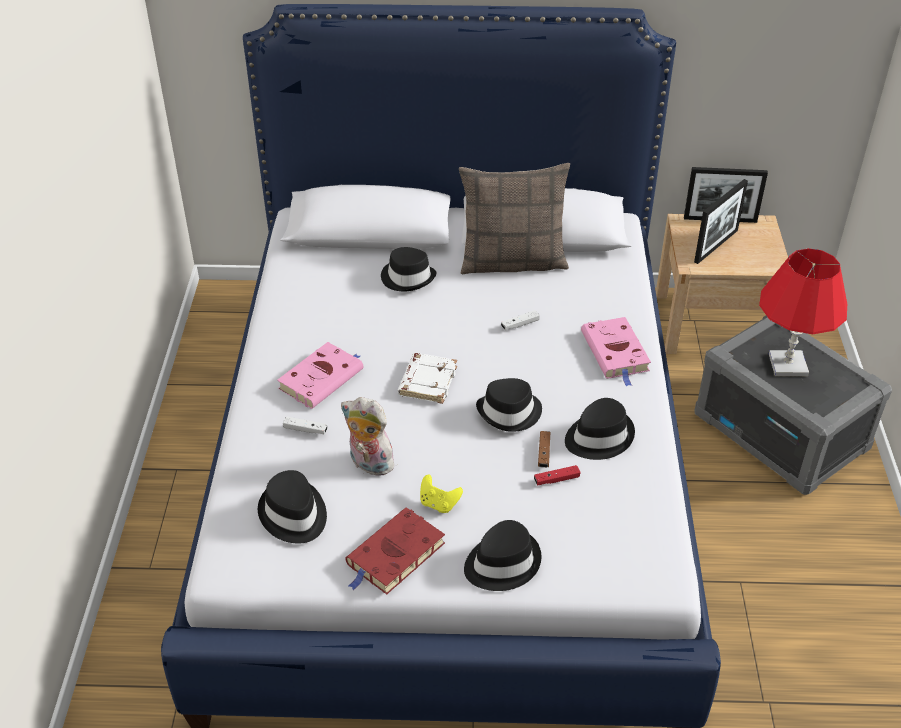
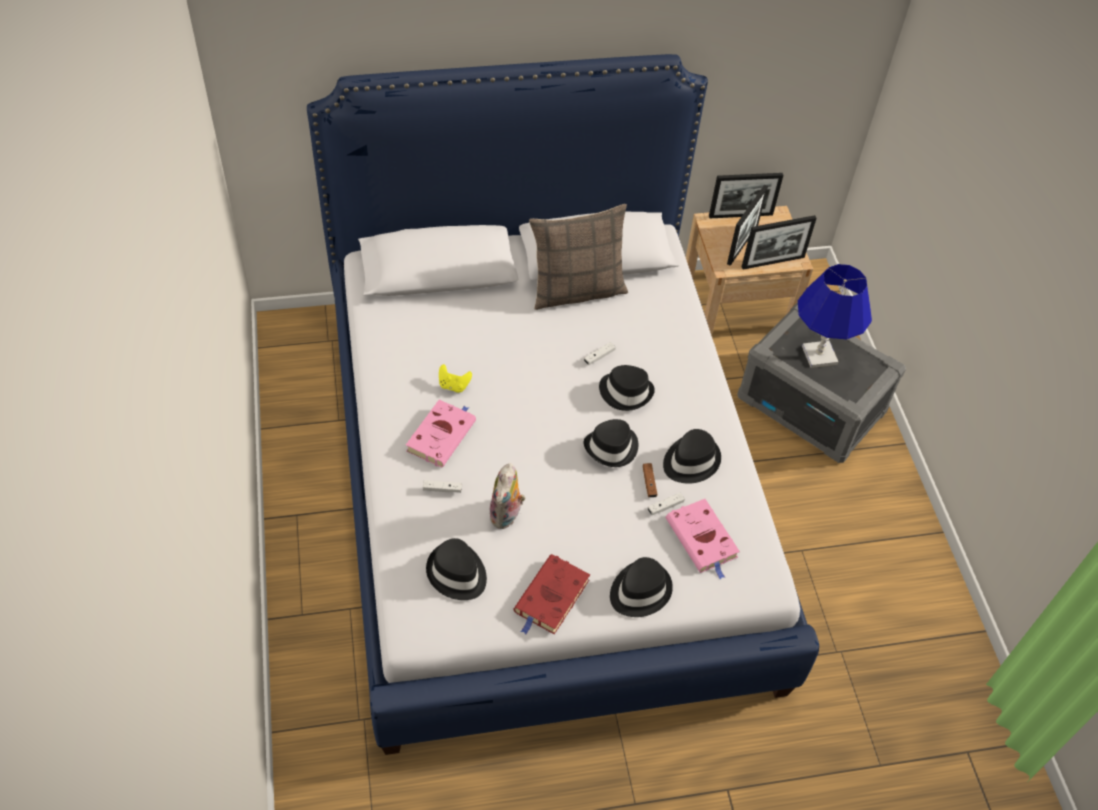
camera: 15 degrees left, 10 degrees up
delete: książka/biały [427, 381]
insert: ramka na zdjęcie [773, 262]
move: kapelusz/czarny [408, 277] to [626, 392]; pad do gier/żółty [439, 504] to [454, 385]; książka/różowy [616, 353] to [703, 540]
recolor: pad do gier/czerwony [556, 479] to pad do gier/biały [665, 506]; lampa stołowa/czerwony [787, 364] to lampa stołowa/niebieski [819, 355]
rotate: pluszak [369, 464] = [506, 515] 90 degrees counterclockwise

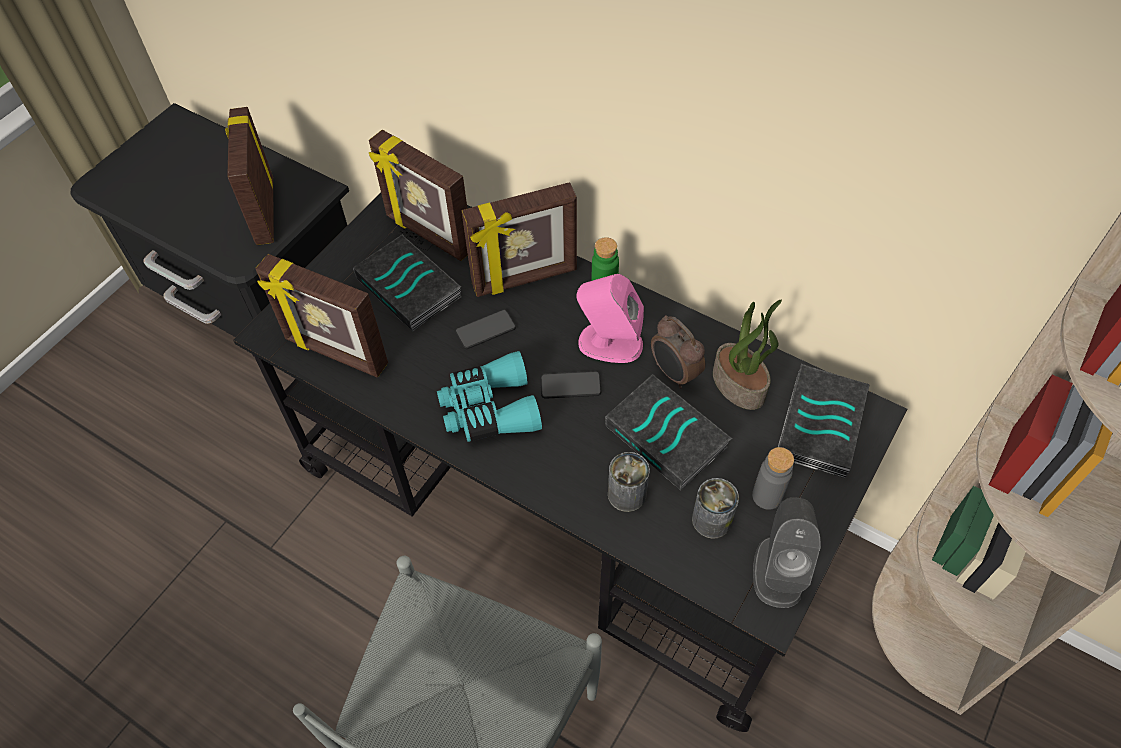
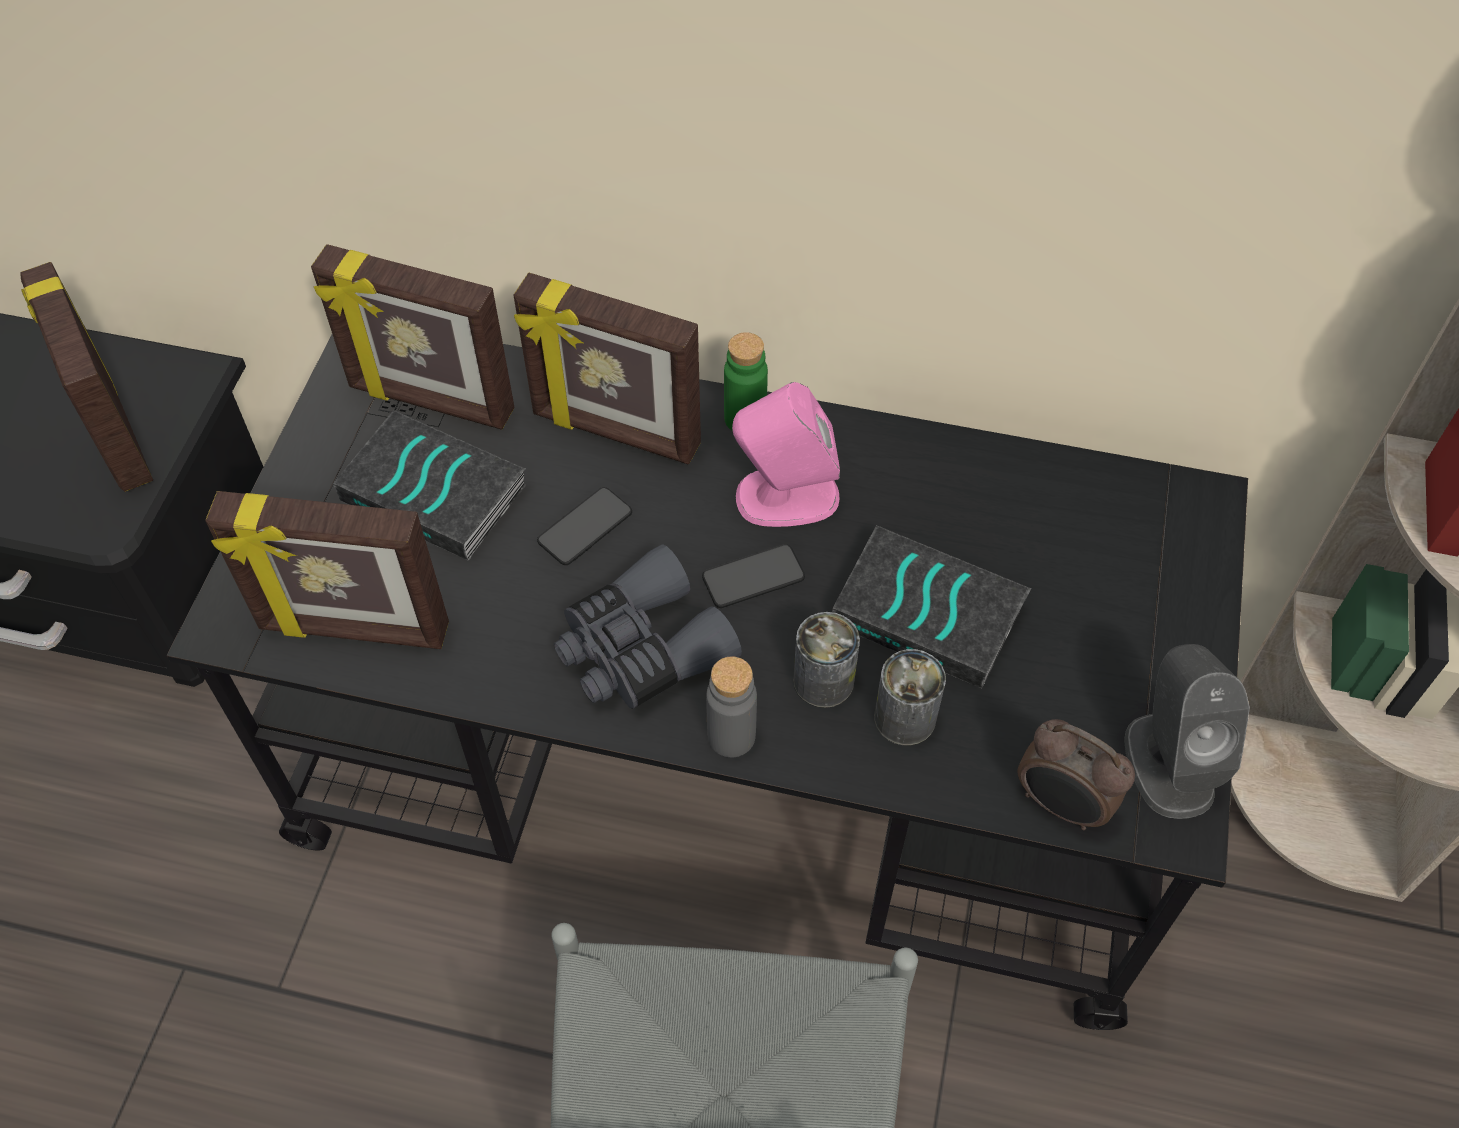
camera: 20 degrees left, 0 degrees up
delete: roślina doniczkowa [740, 385]; książka [818, 424]
move: budzik [674, 373] to [1061, 805]; puszka [711, 520] to [823, 680]; butelka/szary [767, 496] to [731, 736]
recolor: lornetka/turkusowy [489, 409] to lornetka/szary [641, 649]
rotate: ramka na zdjęcie [525, 279] = [615, 432] 60 degrees clockwise

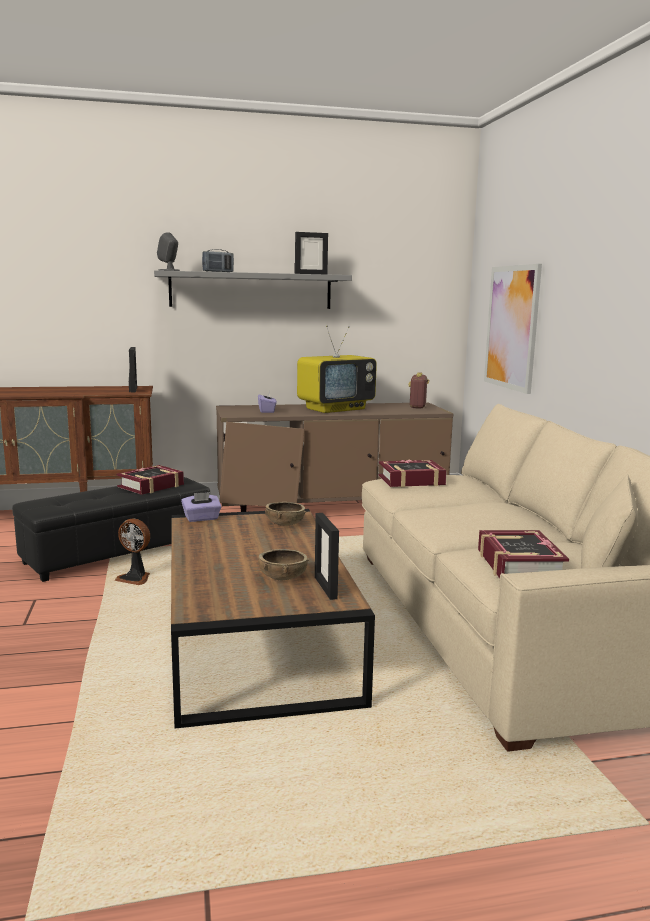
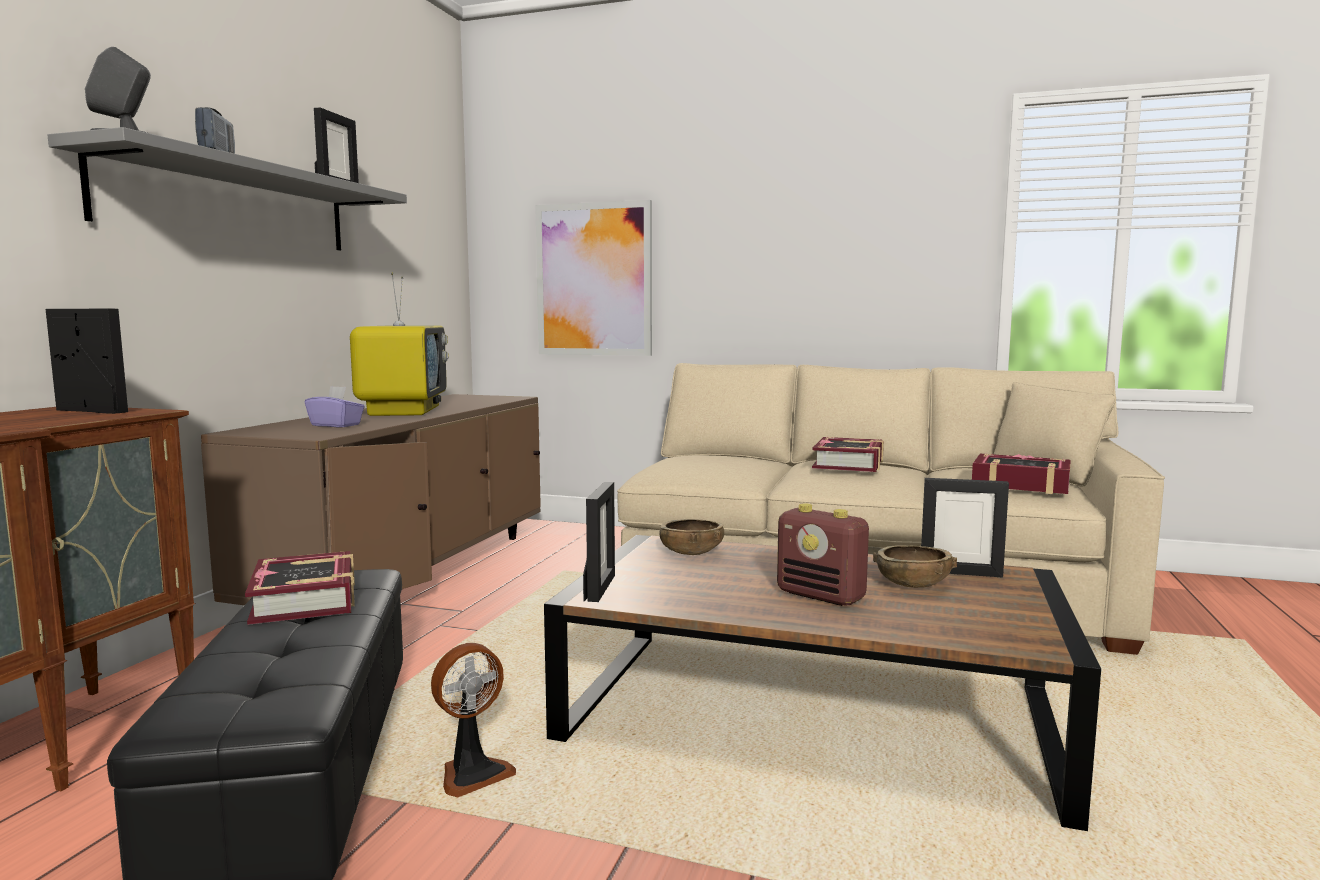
camera: 60 degrees left, 5 degrees down
move: książka [411, 480] to [849, 464]; radio [418, 406] to [821, 596]
replace: pudełko chusteczek/fioletowy [201, 518] to ramka na zdjęcie [599, 588]

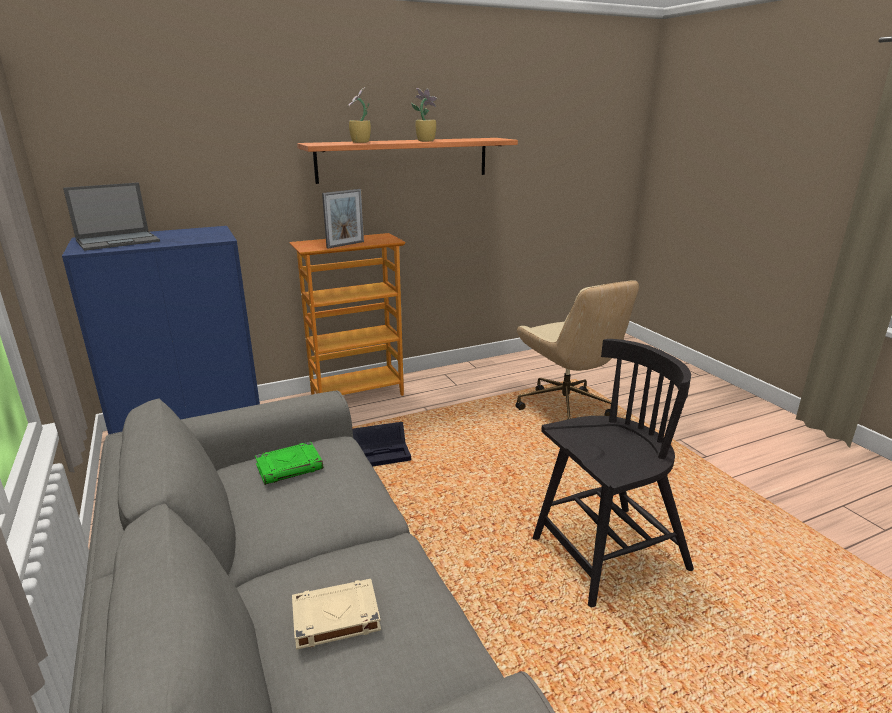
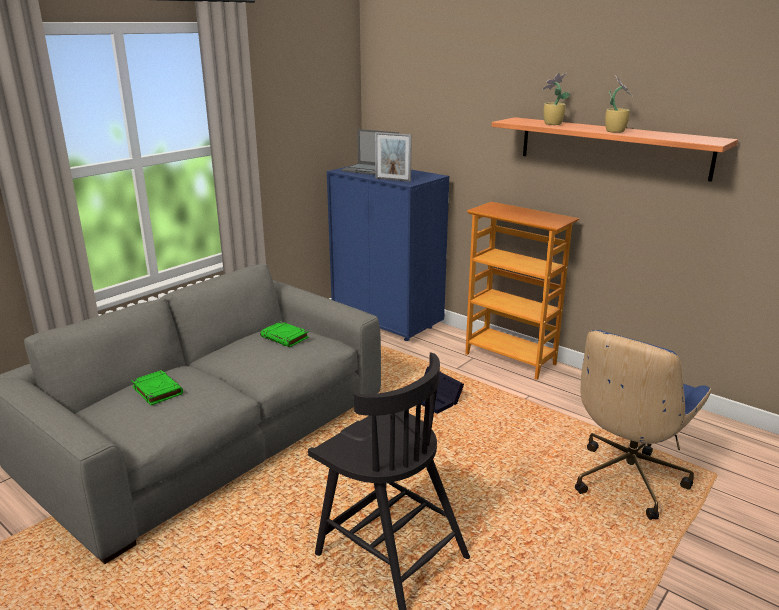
camera: 65 degrees right, 0 degrees up
move: ramka na zdjęcie [345, 245] to [393, 179]
recolor: książka/beżowy [335, 618] to książka/zielony [157, 390]; krzesło biurowe/beżowy [566, 411] to krzesło biurowe/niebieski [625, 482]

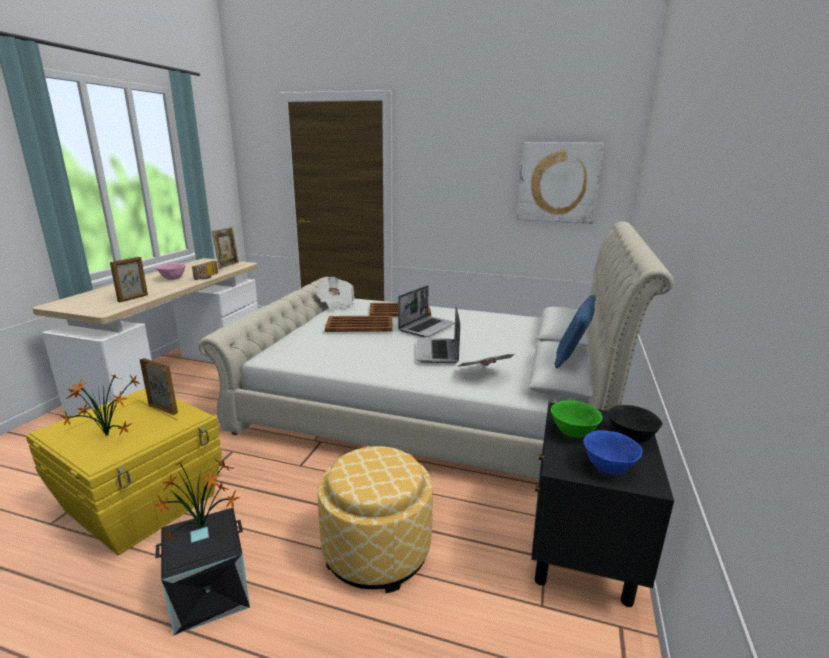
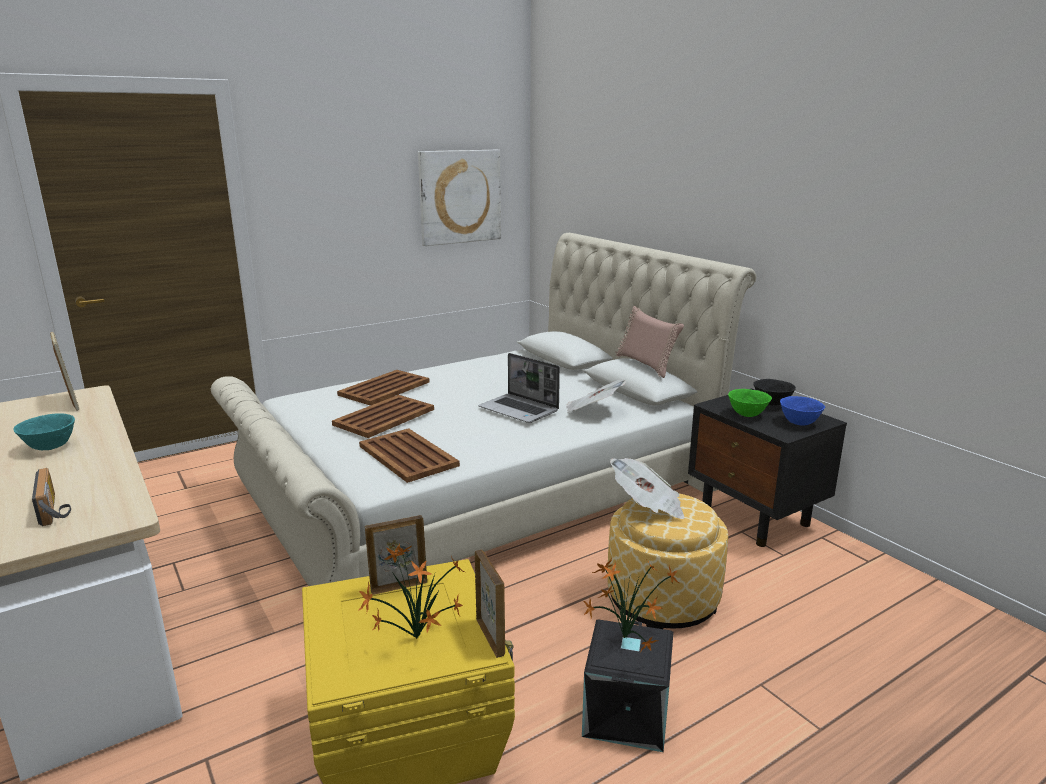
camera: 50 degrees left, 0 degrees up
delete: laptop [426, 327]
insert: taca/brązowy [408, 456]
move: ramka na zdjęcie [133, 298] to [490, 637]; radio [208, 277] to [56, 509]; gazeta [336, 304] to [647, 506]
recolor: miska/różowy [172, 279] to miska/turkusowy [50, 447]; poduszka/niebieski [572, 354] to poduszka/beżowy [646, 365]

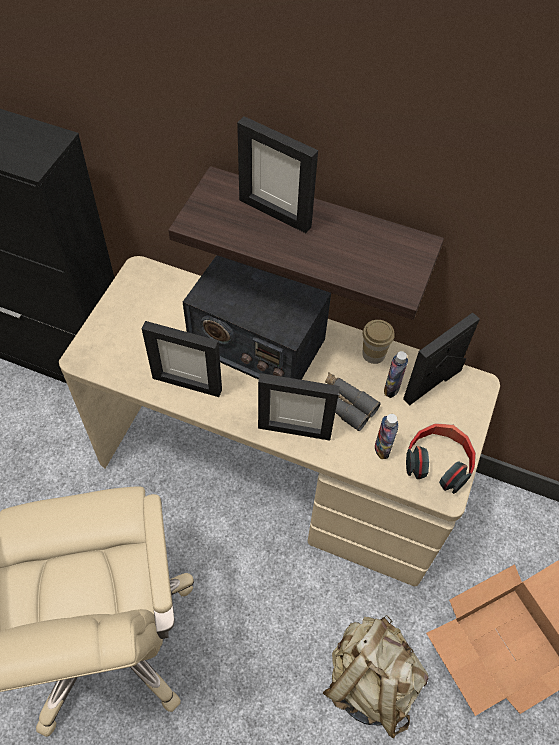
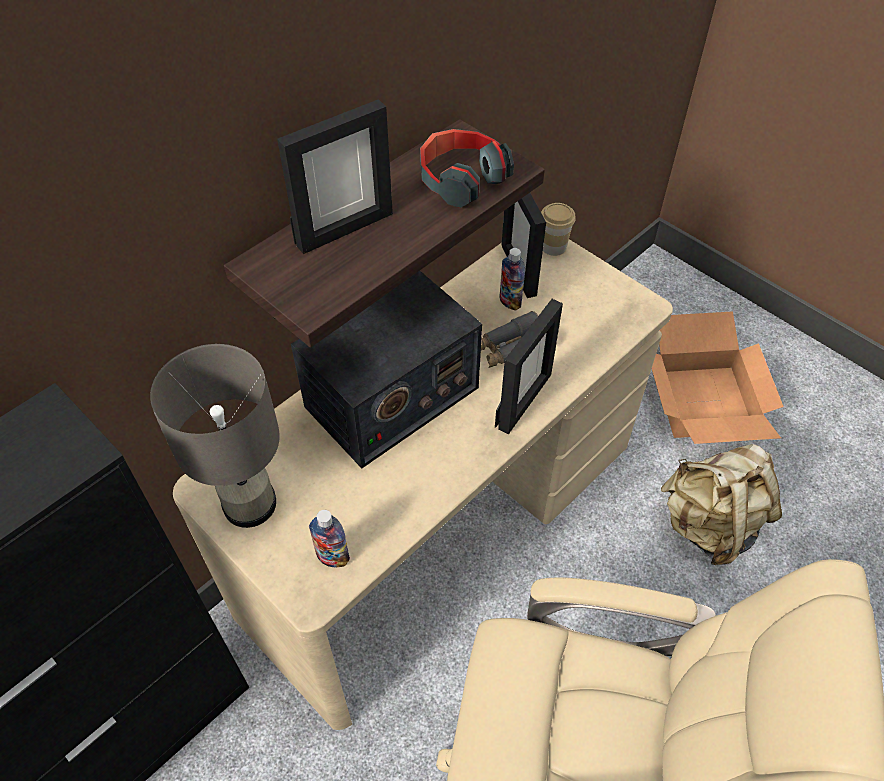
camera: 65 degrees left, 5 degrees down
delete: ramka na zdjęcie [187, 382]
insert: lampa stołowa/szary [250, 503]
move: filiżanka [373, 354] to [553, 246]; butelka [382, 448] to [333, 557]; słuchawki [438, 461] to [461, 179]

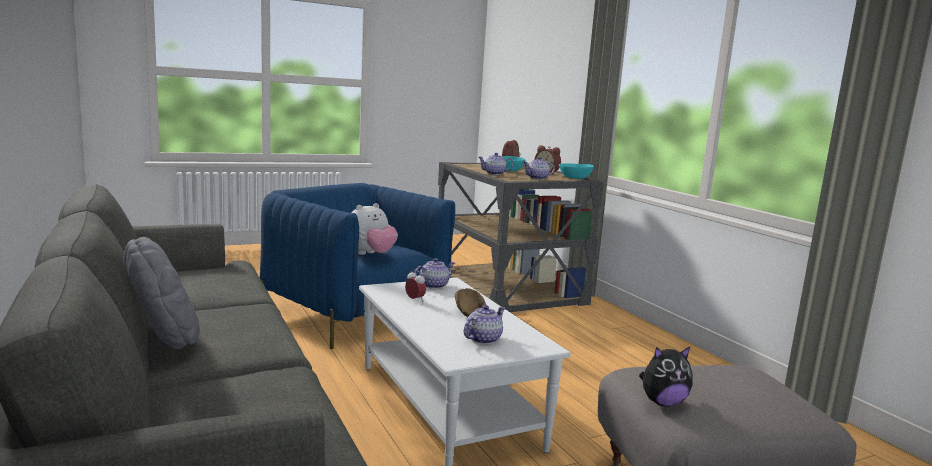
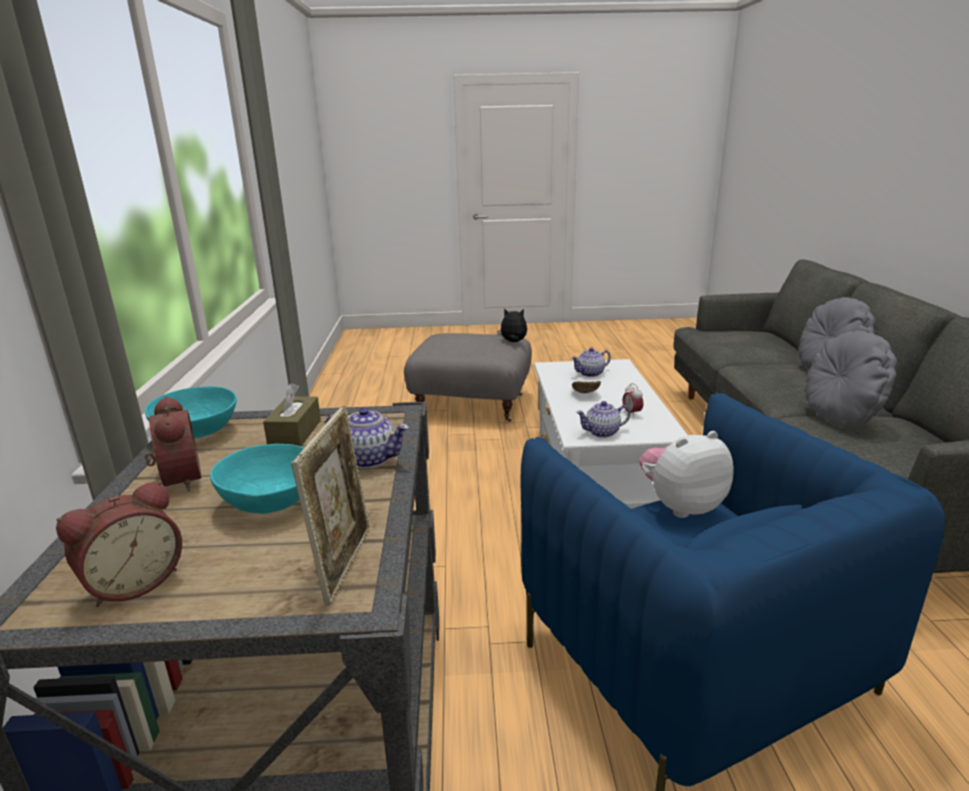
camera: 155 degrees left, 10 degrees up
insert: ramka na zdjęcie [344, 563]; poduszka/szary [840, 419]
replace: imbryk [538, 178] to pudełko chusteczek/brązowy [295, 433]

